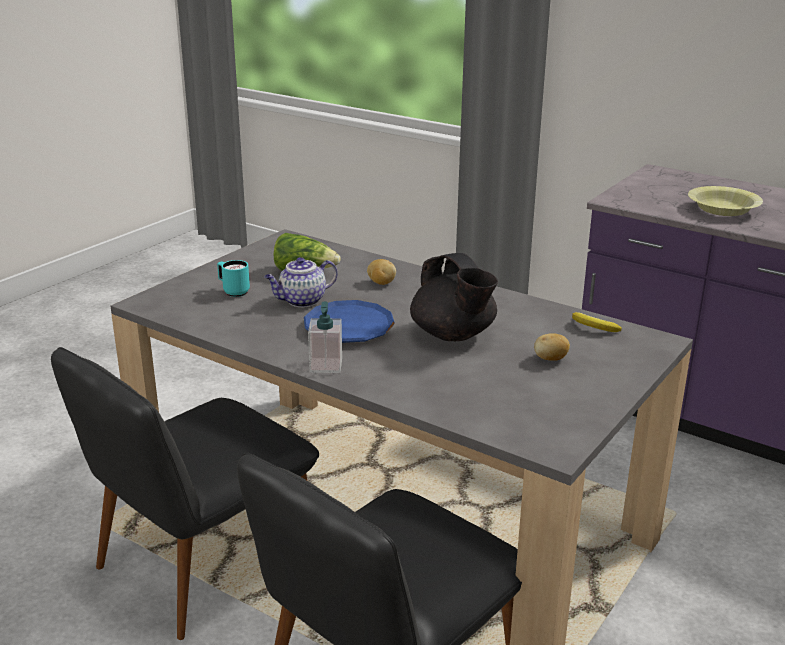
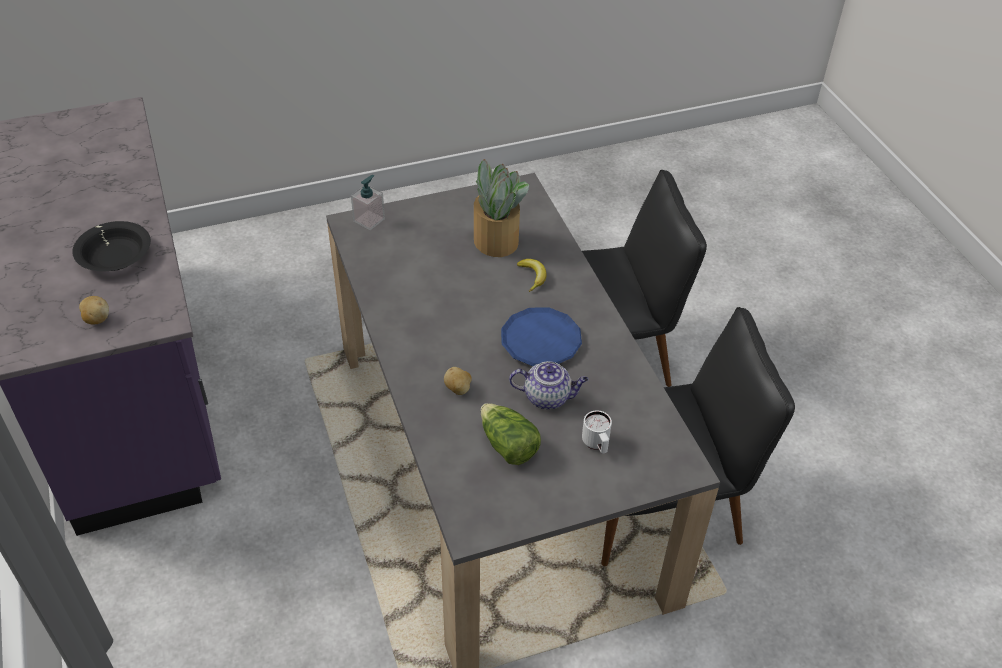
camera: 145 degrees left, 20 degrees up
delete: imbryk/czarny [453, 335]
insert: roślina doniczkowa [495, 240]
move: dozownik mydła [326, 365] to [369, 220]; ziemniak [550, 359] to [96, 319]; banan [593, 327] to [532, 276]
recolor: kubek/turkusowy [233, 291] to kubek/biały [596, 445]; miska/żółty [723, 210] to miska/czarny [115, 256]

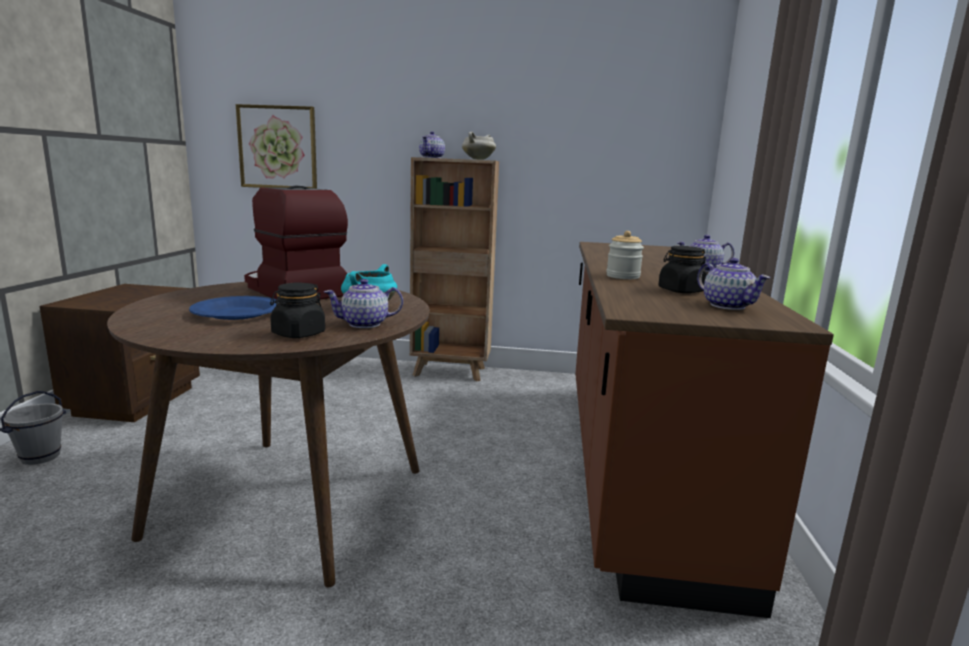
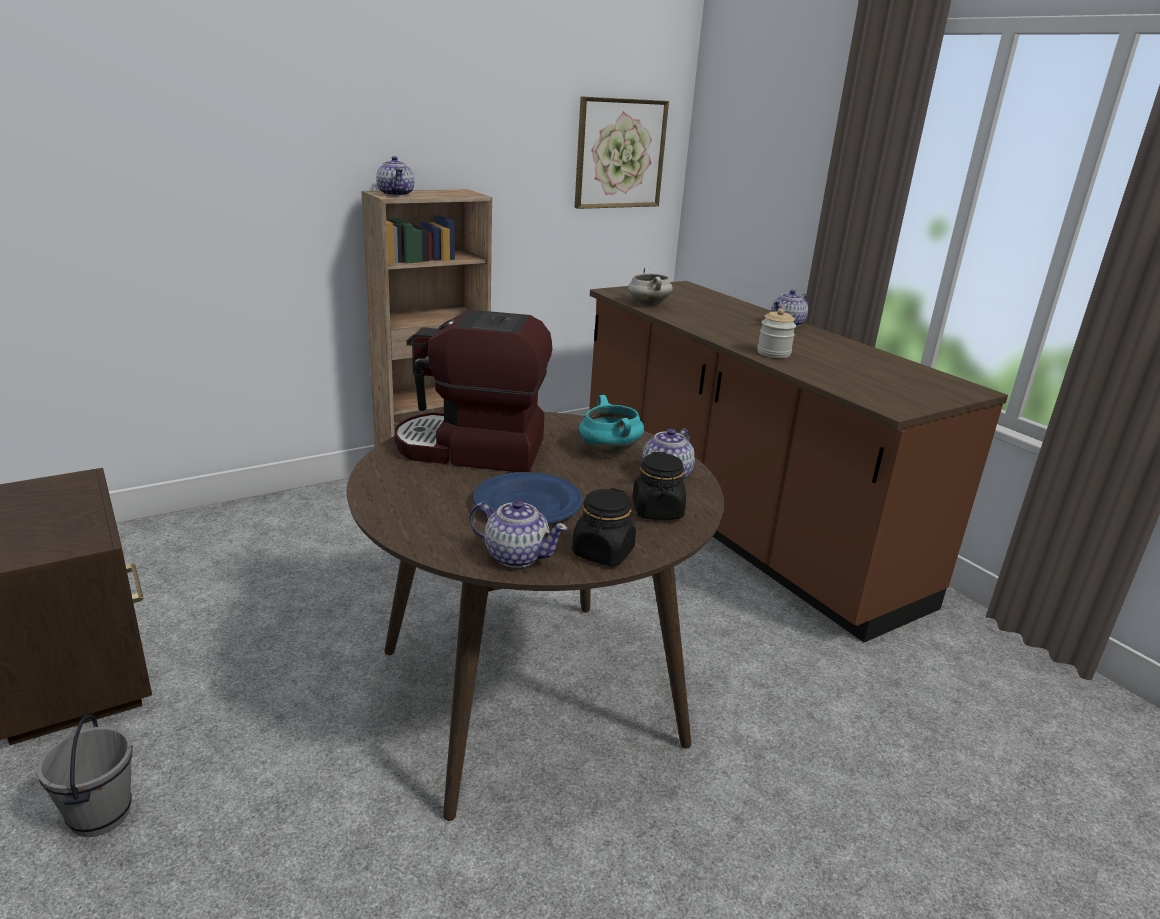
camera: 40 degrees left, 10 degrees up
move: obraz [278, 147] to [620, 154]; garnek/biały [478, 159] to [647, 304]; słoik/czarny [681, 291] to [603, 553]; imbryk [727, 305] to [516, 556]

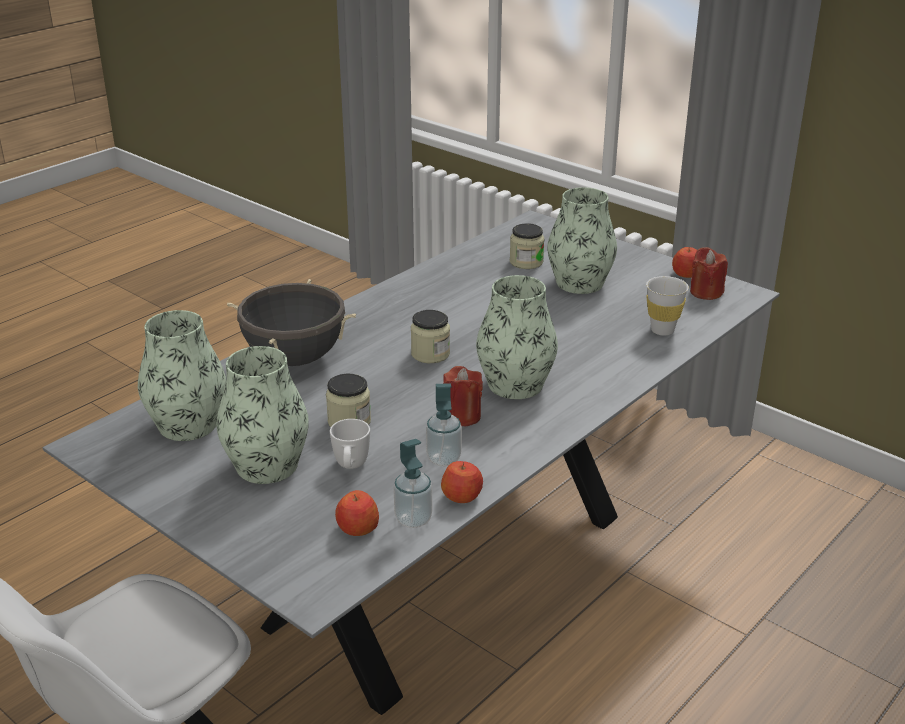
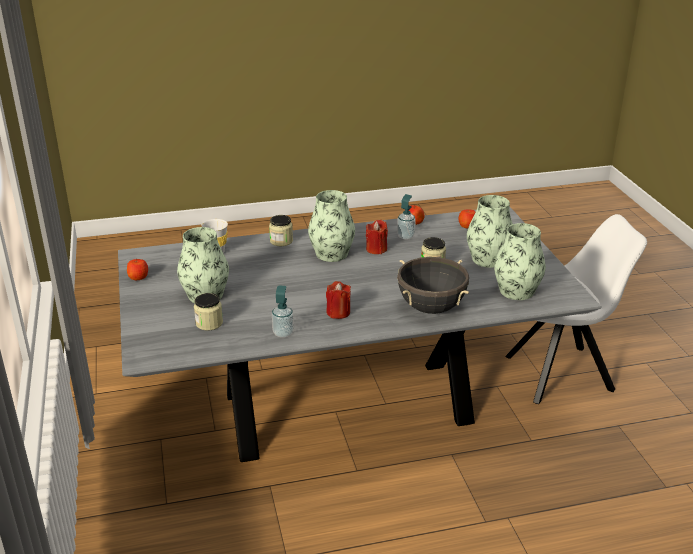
camera: 145 degrees left, 0 degrees up
delete: kubek/biały [351, 467]
move: dozownik mydła [413, 519] to [283, 333]; słoik [430, 354] to [281, 241]; świeca/czerwony [706, 292] to [338, 312]

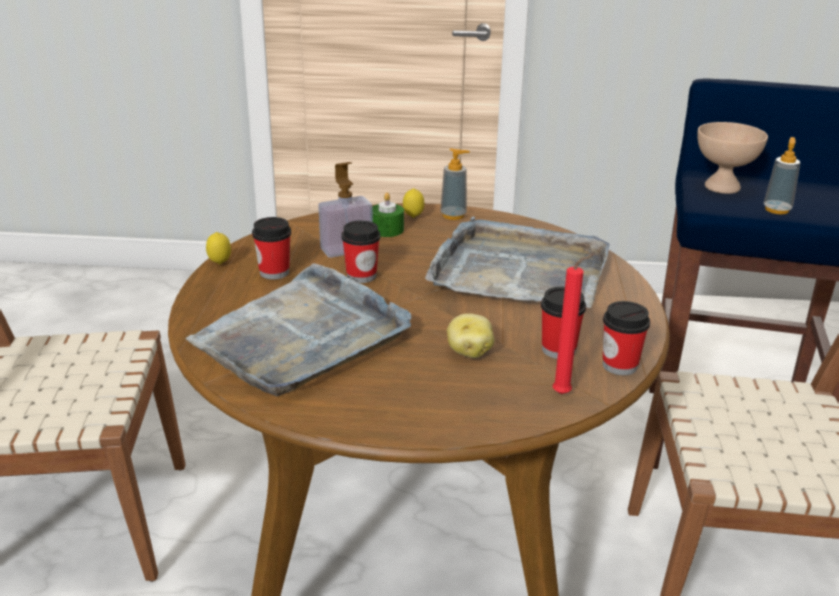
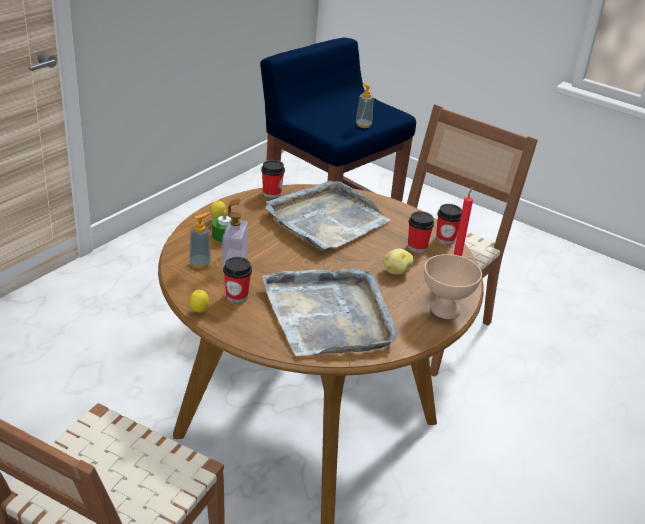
camera: 60 degrees left, 5 degrees up
move: filiżanka [361, 276] to [272, 193]; dozownik mydła [453, 215] to [200, 264]; miska/beżowy [723, 187] to [446, 310]

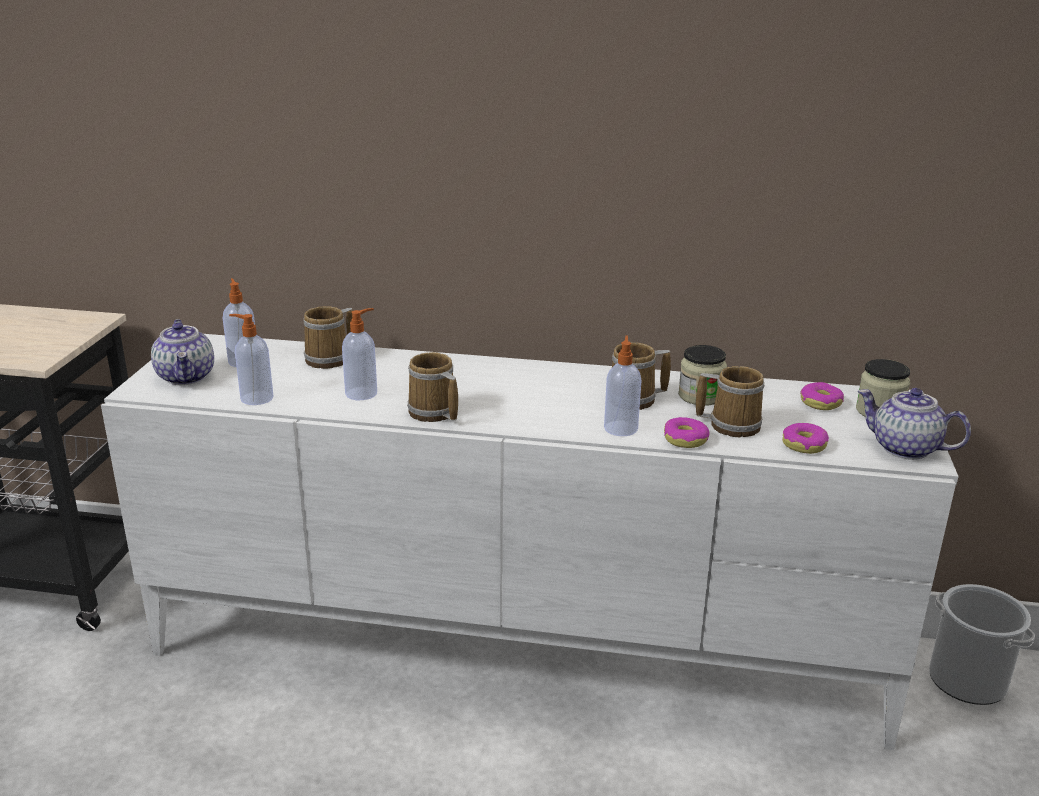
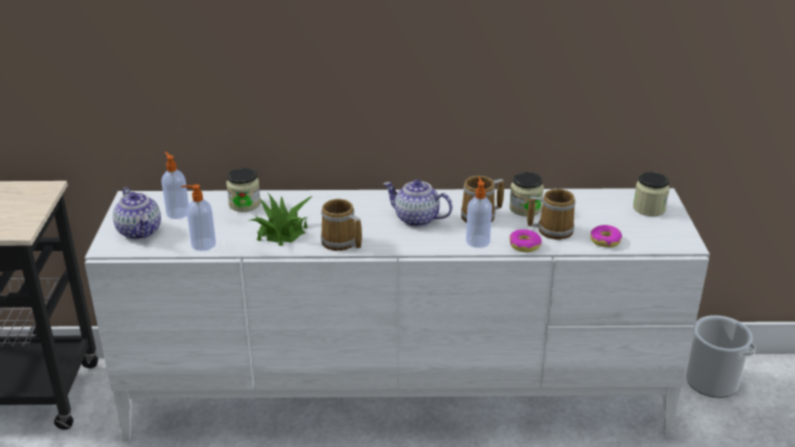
camera: 10 degrees left, 5 degrees up
delete: donut [820, 403]
move: imbryk [904, 448] to [416, 219]
replace: kubek [331, 359] to słoik [244, 204]; dozownik mydła [362, 393] to roślina doniczkowa [281, 232]

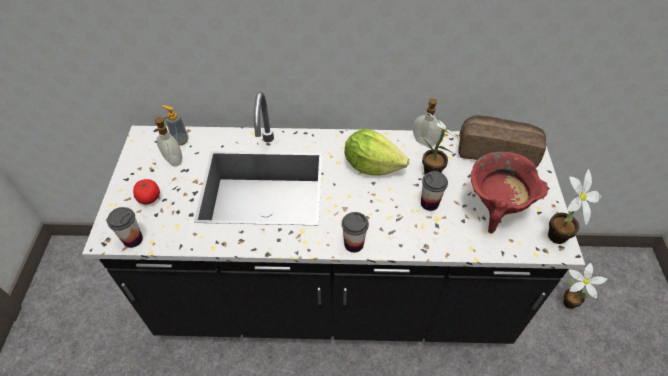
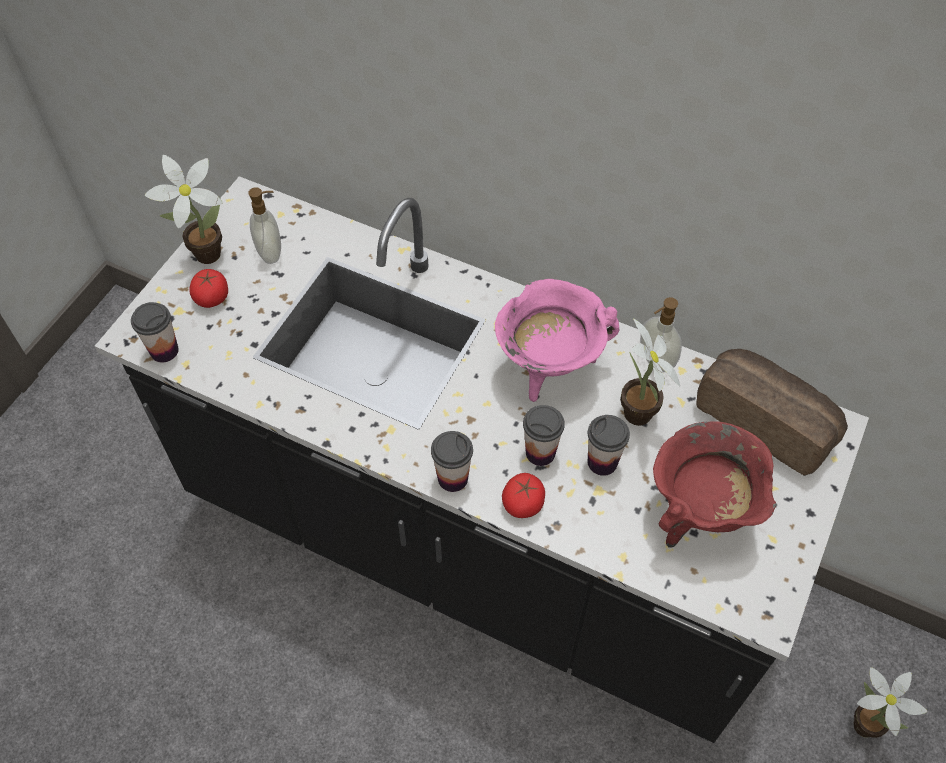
camera: 25 degrees right, 5 degrees up
delete: dozownik mydła [180, 140]
insert: pomidor [523, 503]; filiżanka [540, 452]
move: roślina doniczkowa [554, 237] to [203, 254]
replace: sałata [371, 165] to garnek/różowy [549, 367]

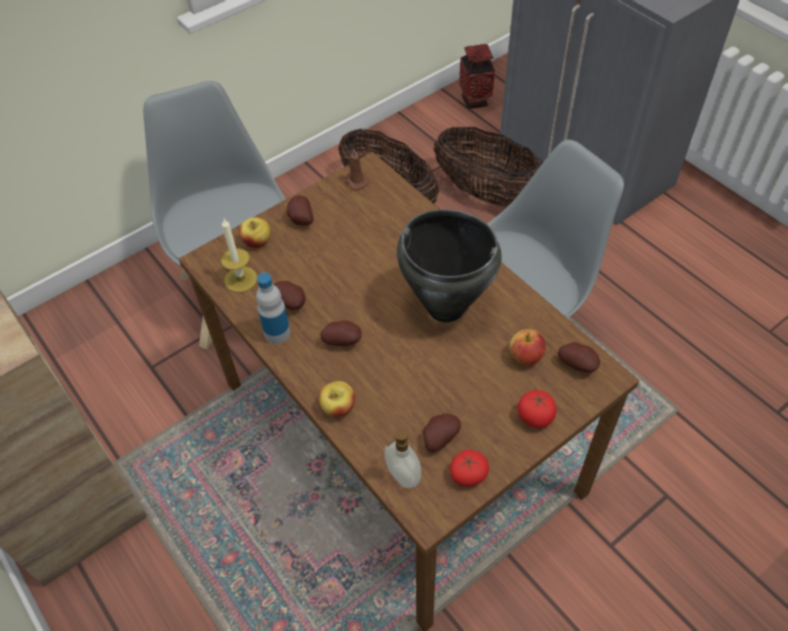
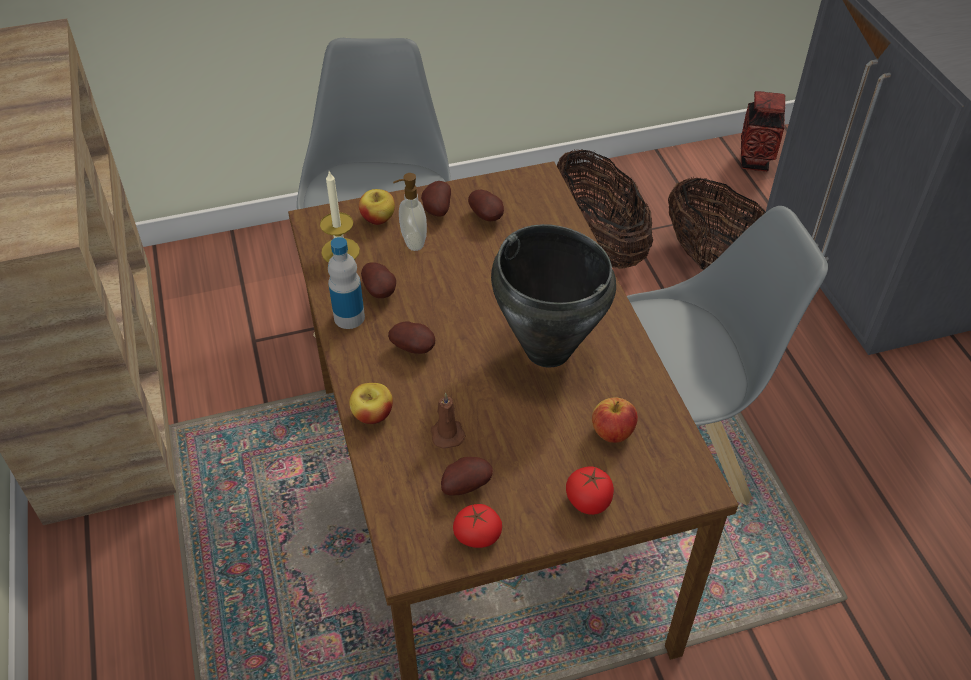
camera: 20 degrees right, 5 degrees down
move: świeca/brązowy [356, 181] to [447, 433]; dozownik mydła [401, 476] to [412, 242]; ziemniak [578, 364] to [487, 217]

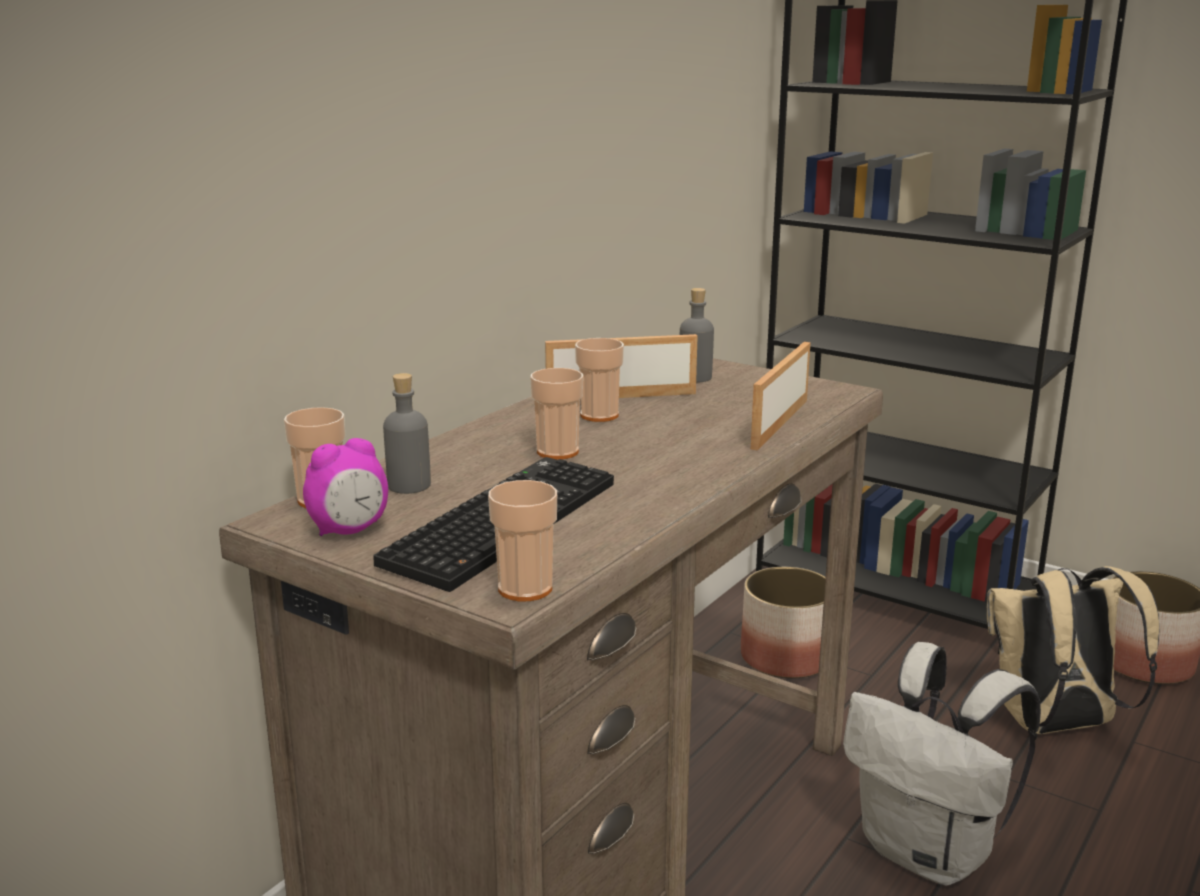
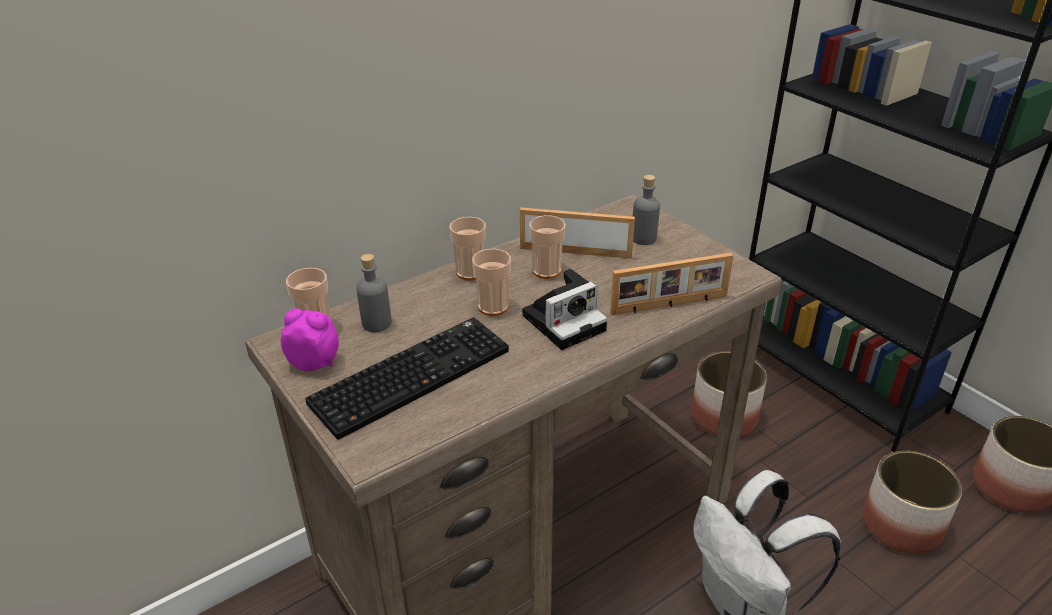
camera: 20 degrees right, 15 degrees up
insert: aparat fotograficzny [565, 321]
move: filiżanka [525, 588] to [470, 272]
replace: plecak/beżowy [1054, 726] to donica [900, 525]
rotate: budzik [349, 530] = [314, 362] 150 degrees counterclockwise; ramka na zdjęcie [777, 423] = [669, 305] 150 degrees counterclockwise

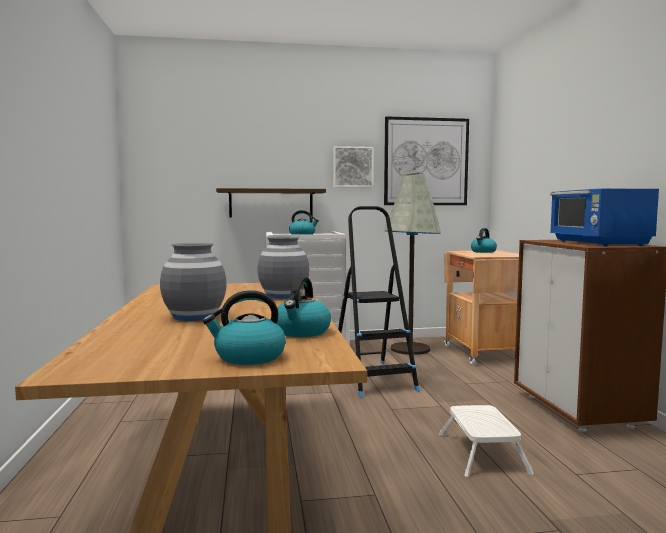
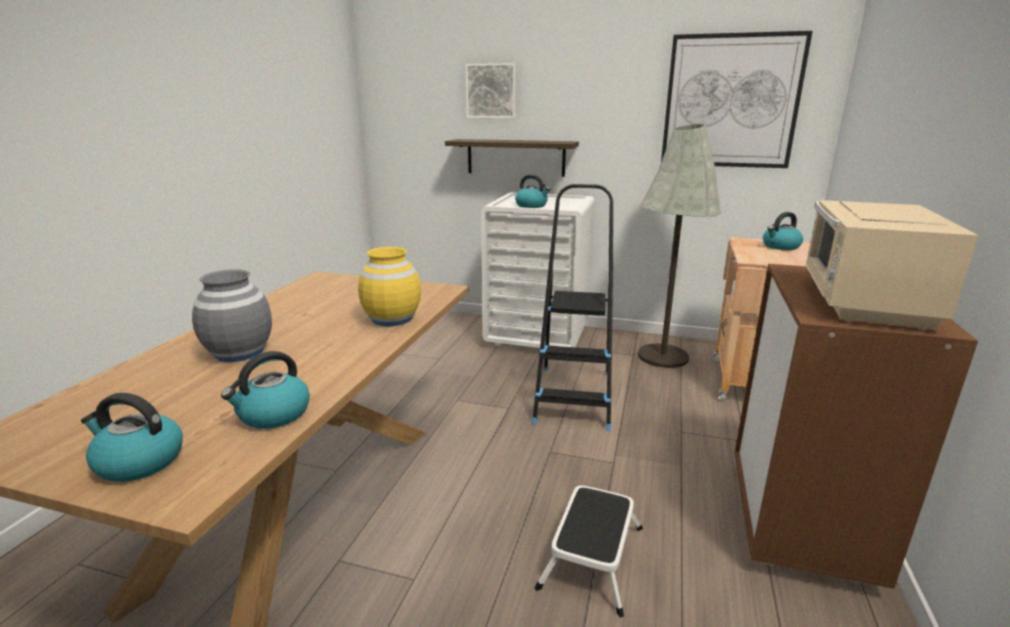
camera: 25 degrees right, 15 degrees up
move: obraz [352, 167] to [491, 91]
recolor: wazon/szary [283, 296] to wazon/żółty [391, 319]; drabinka/biały [481, 452] to drabinka/czarny [591, 556]; mikrofalówka/niebieski [598, 243] to mikrofalówka/beżowy [863, 303]

